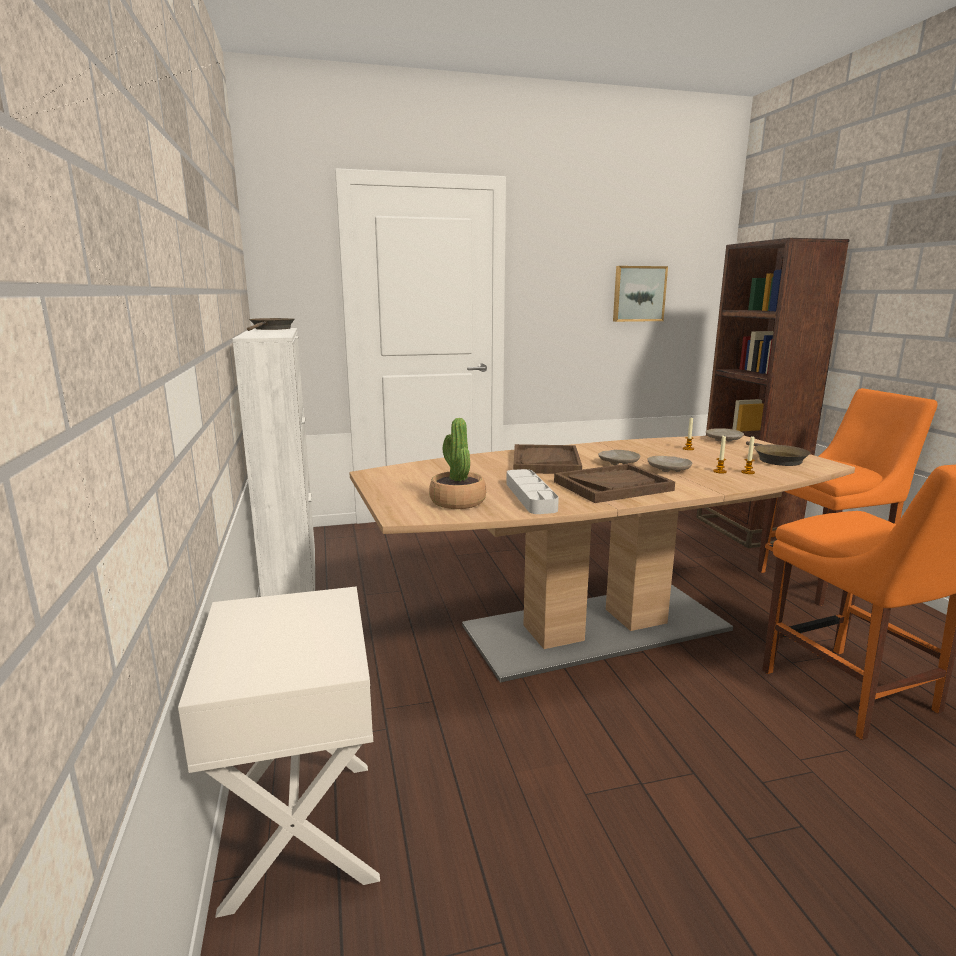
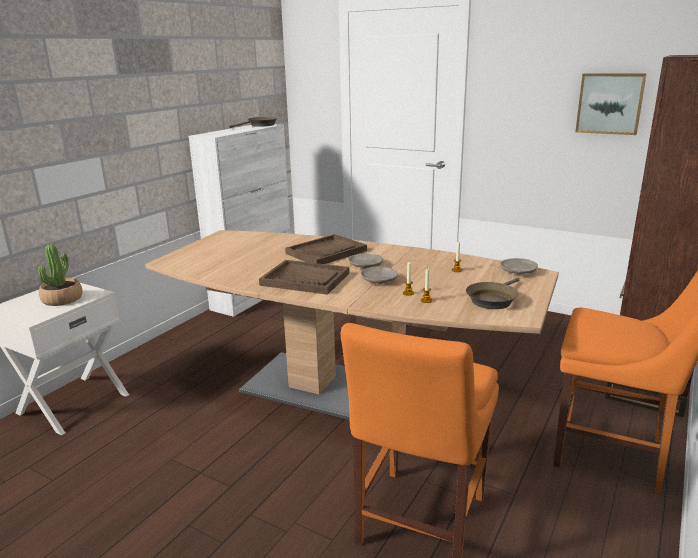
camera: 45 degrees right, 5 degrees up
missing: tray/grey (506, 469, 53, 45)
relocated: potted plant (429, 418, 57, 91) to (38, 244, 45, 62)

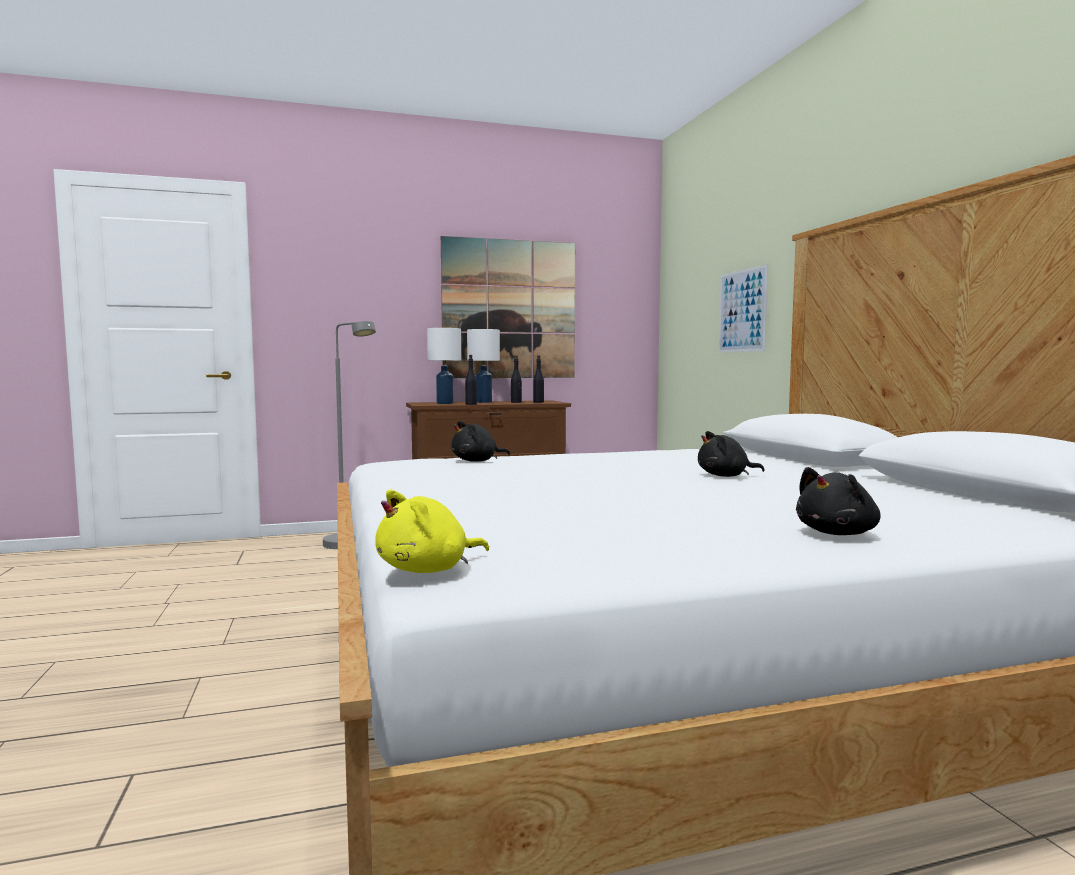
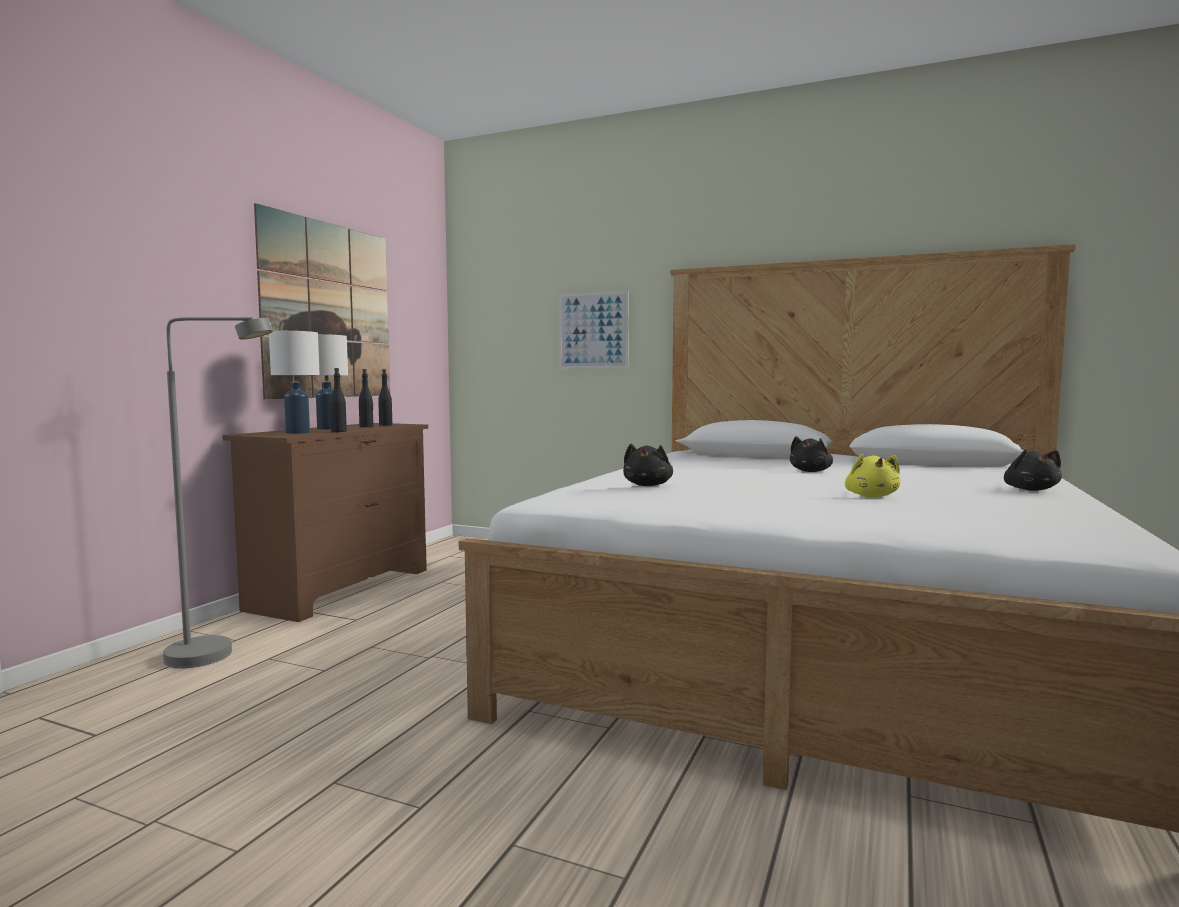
camera: 50 degrees left, 0 degrees up
relocated: plush toy/yellow (375, 489, 114, 84) to (845, 454, 55, 44)

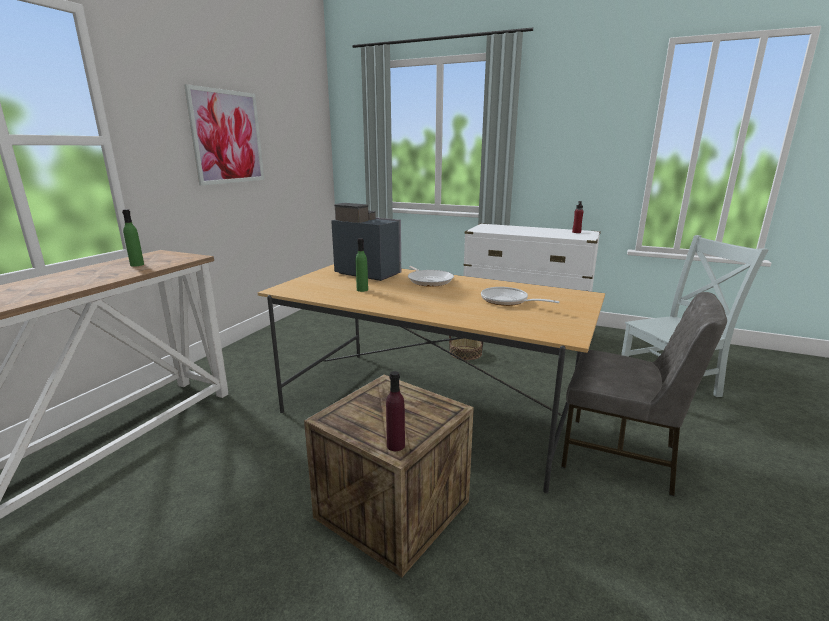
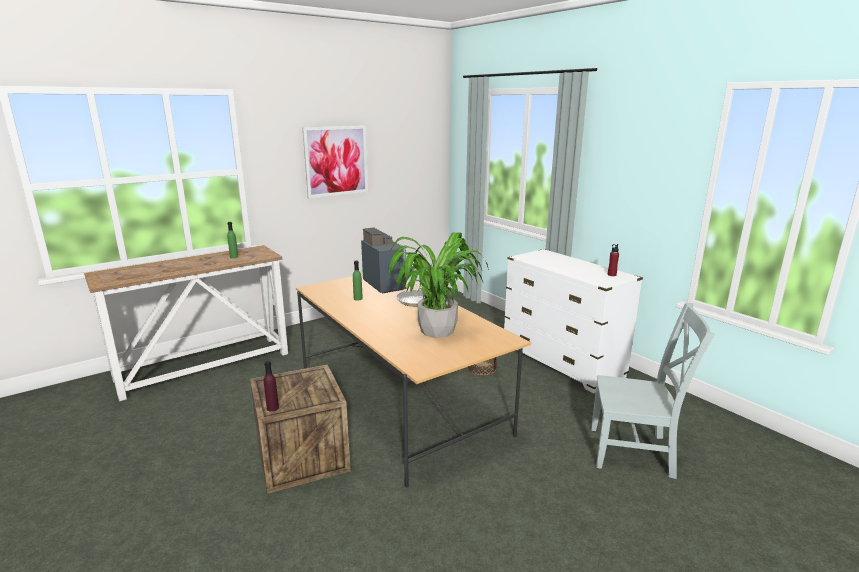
camera: 30 degrees right, 0 degrees up
missing: chair/grey (561, 292, 166, 204)
exchanged: frying pan (481, 287, 79, 19) to potted plant (389, 232, 100, 106)

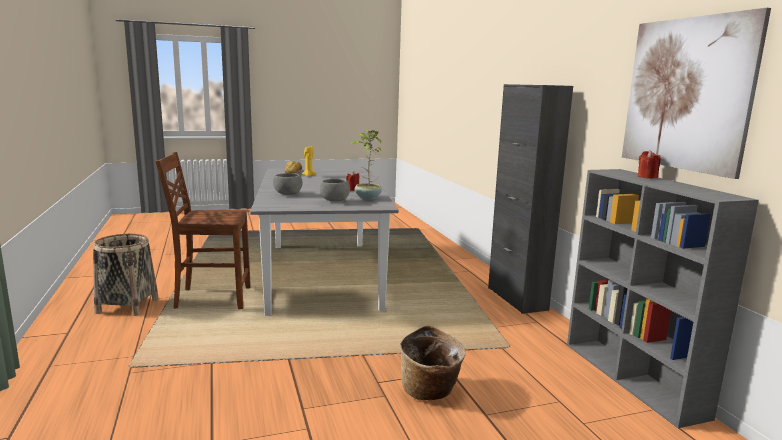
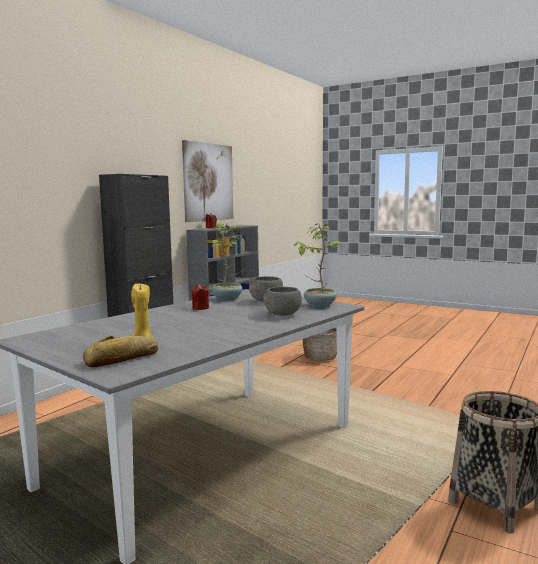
camera: 130 degrees left, 5 degrees down
missing: chair/brown (156, 152, 95, 157)
appeared: potted plant (294, 224, 47, 83)

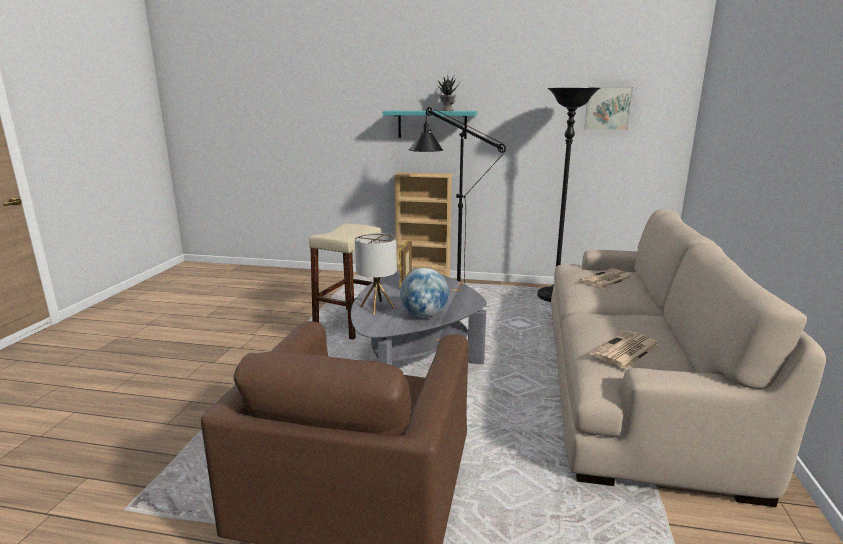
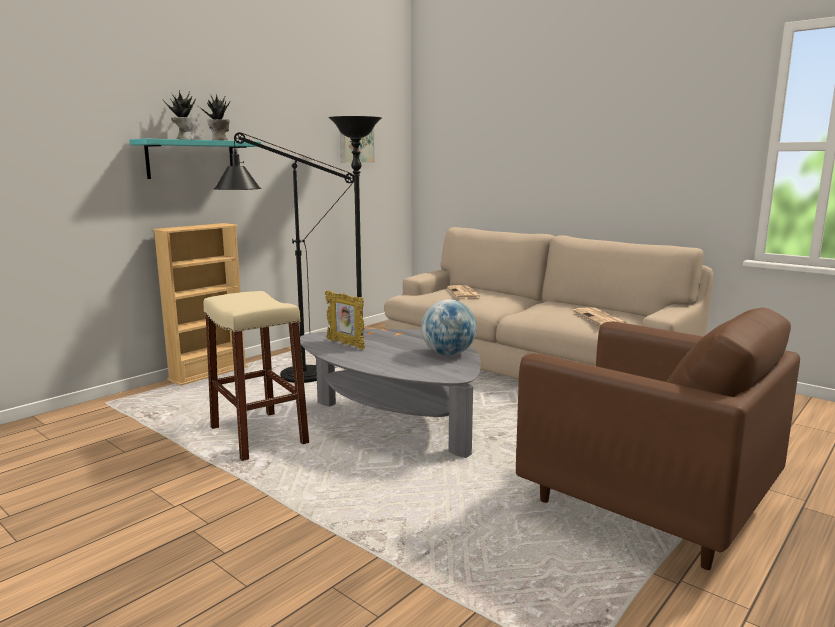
camera: 60 degrees left, 5 degrees down
missing: table lamp (355, 233, 42, 82)
appeared: potted plant (163, 90, 33, 50)

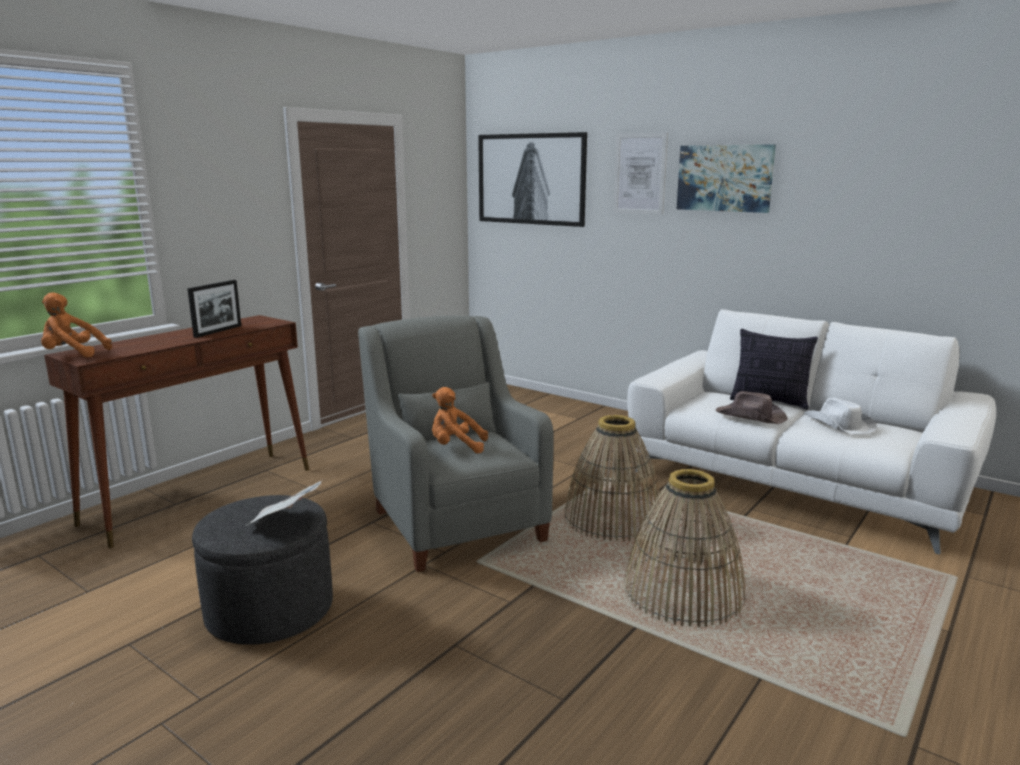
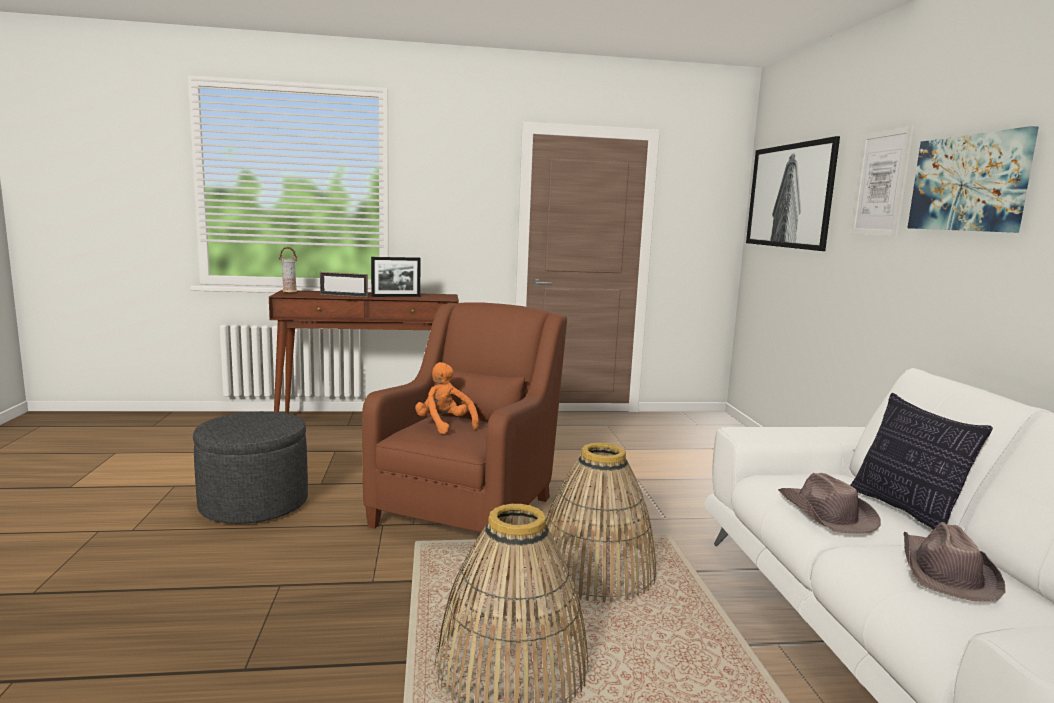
camera: 45 degrees right, 5 degrees down
missing: newspaper (245, 480, 77, 46)
appeared: picture frame (320, 272, 48, 25)
exchanged: plush toy/orange (41, 292, 71, 65) to vase (279, 247, 18, 45)
colour: armchair/grey (358, 315, 196, 257) to armchair/brown (362, 302, 205, 250); hat/white (804, 398, 73, 37) to hat/brown (904, 522, 102, 80)

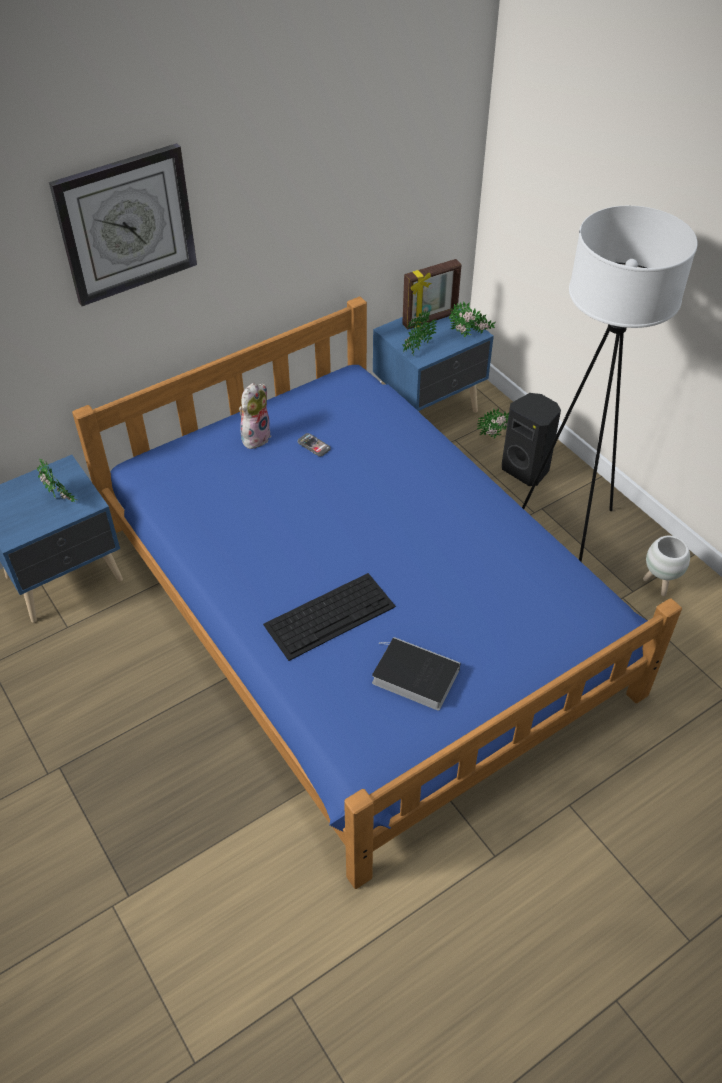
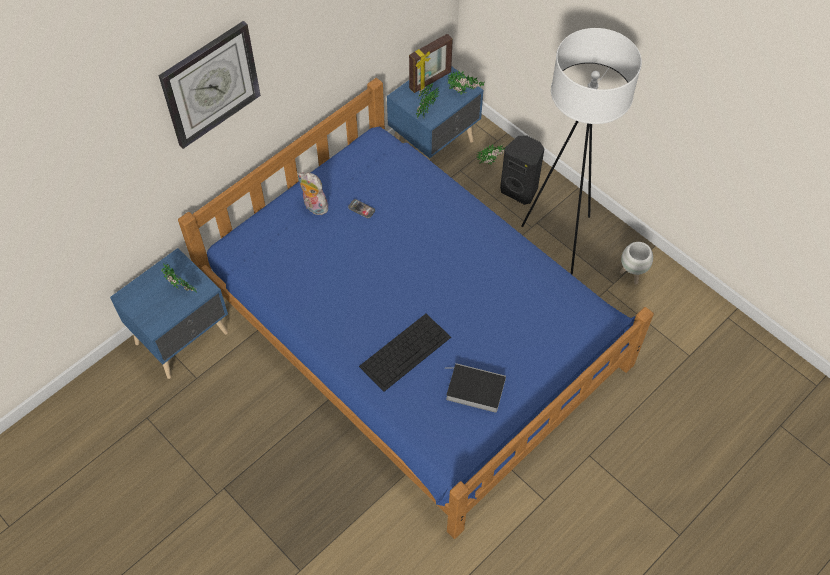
camera: 10 degrees left, 10 degrees up
spun: plush toy (239, 383, 32, 66) = (298, 172, 30, 43) 75 degrees counterclockwise

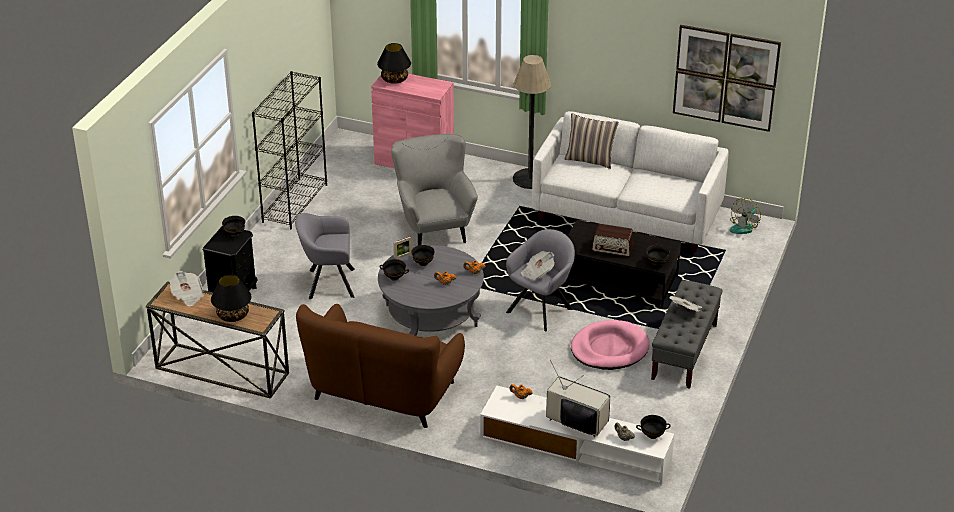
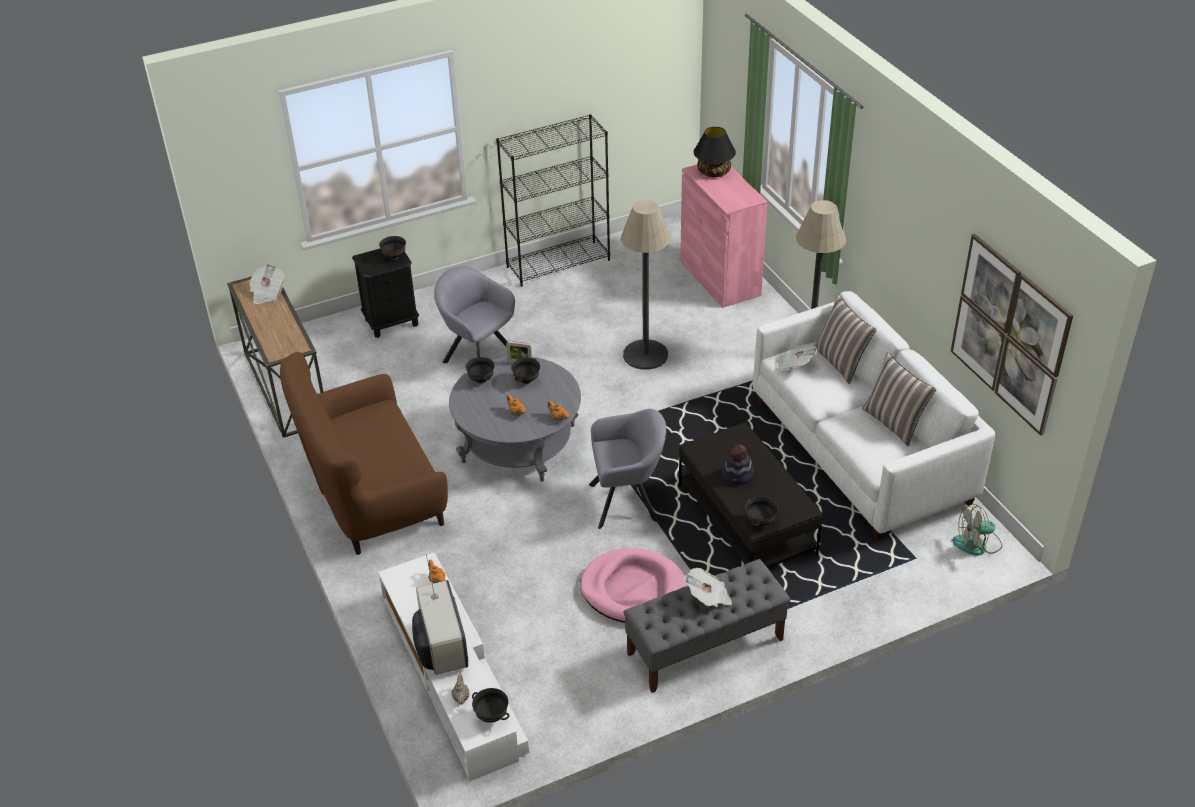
camera: 45 degrees right, 5 degrees up
missing: table lamp/black (211, 275, 41, 47)
appeared: pillow (862, 352, 74, 95)
relocated: newspaper (521, 251, 34, 30) to (776, 343, 42, 27)
exchanged: armchair/grey (391, 134, 87, 112) to floor lamp (621, 200, 49, 170); radio (592, 224, 42, 32) to hat (722, 444, 32, 41)

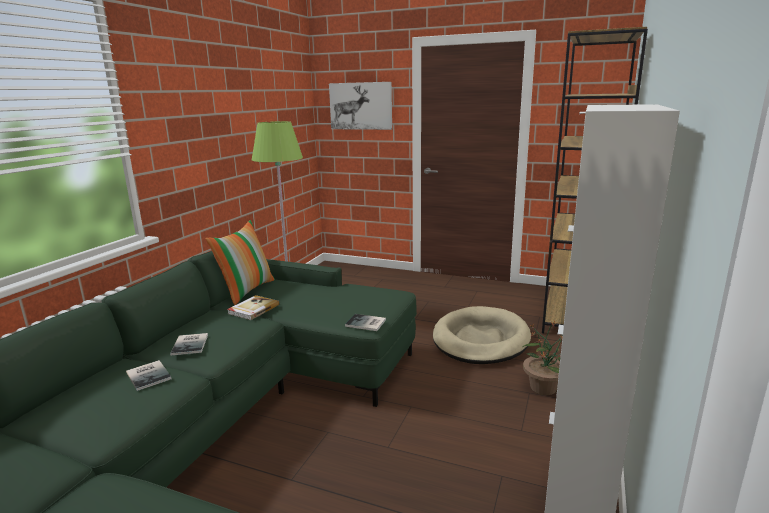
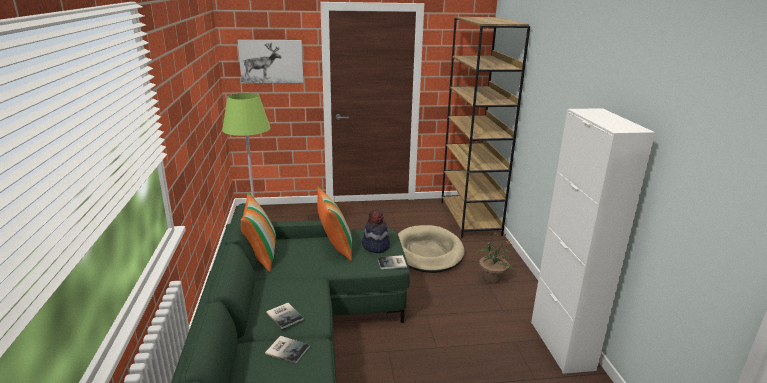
camera: 30 degrees left, 5 degrees up
missing: book (227, 295, 52, 25)
appeared: pillow (317, 187, 35, 74); hat (362, 209, 28, 44)

